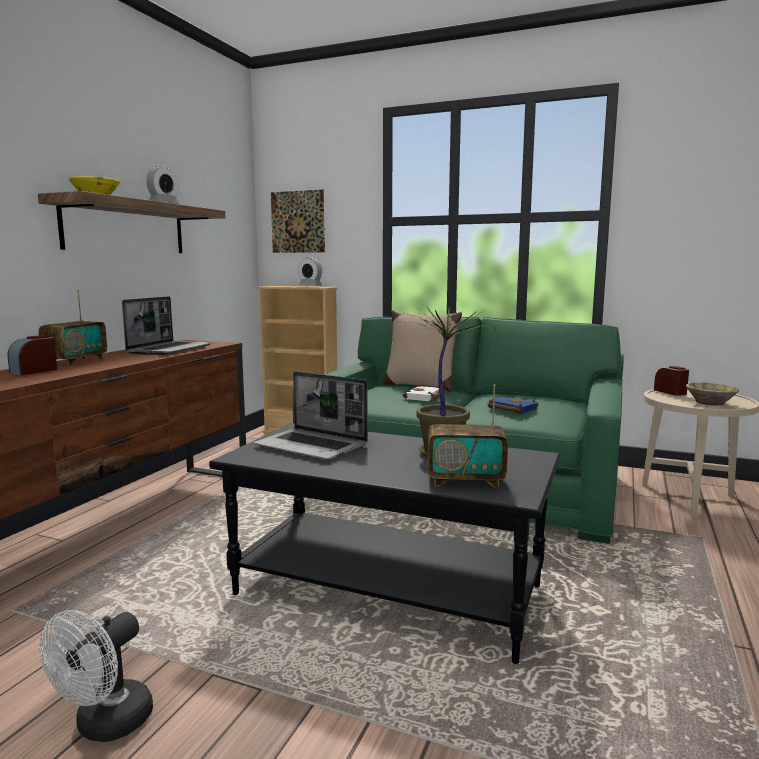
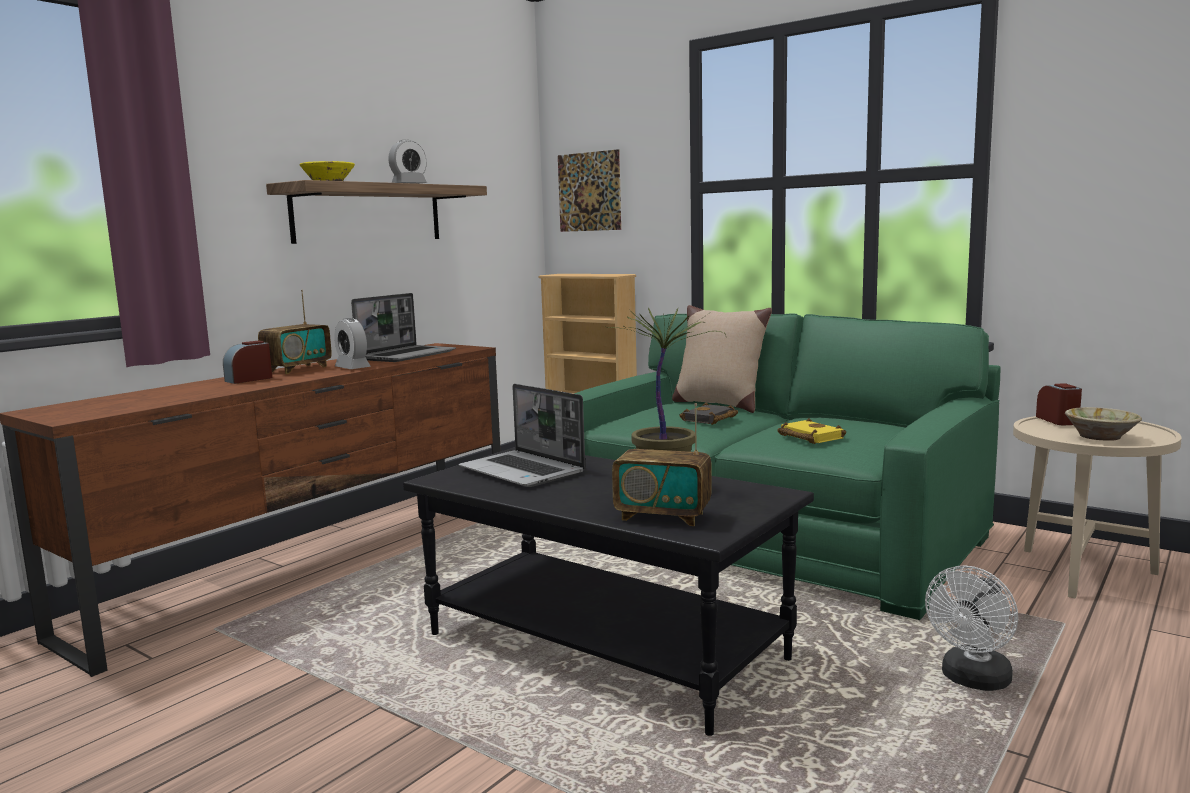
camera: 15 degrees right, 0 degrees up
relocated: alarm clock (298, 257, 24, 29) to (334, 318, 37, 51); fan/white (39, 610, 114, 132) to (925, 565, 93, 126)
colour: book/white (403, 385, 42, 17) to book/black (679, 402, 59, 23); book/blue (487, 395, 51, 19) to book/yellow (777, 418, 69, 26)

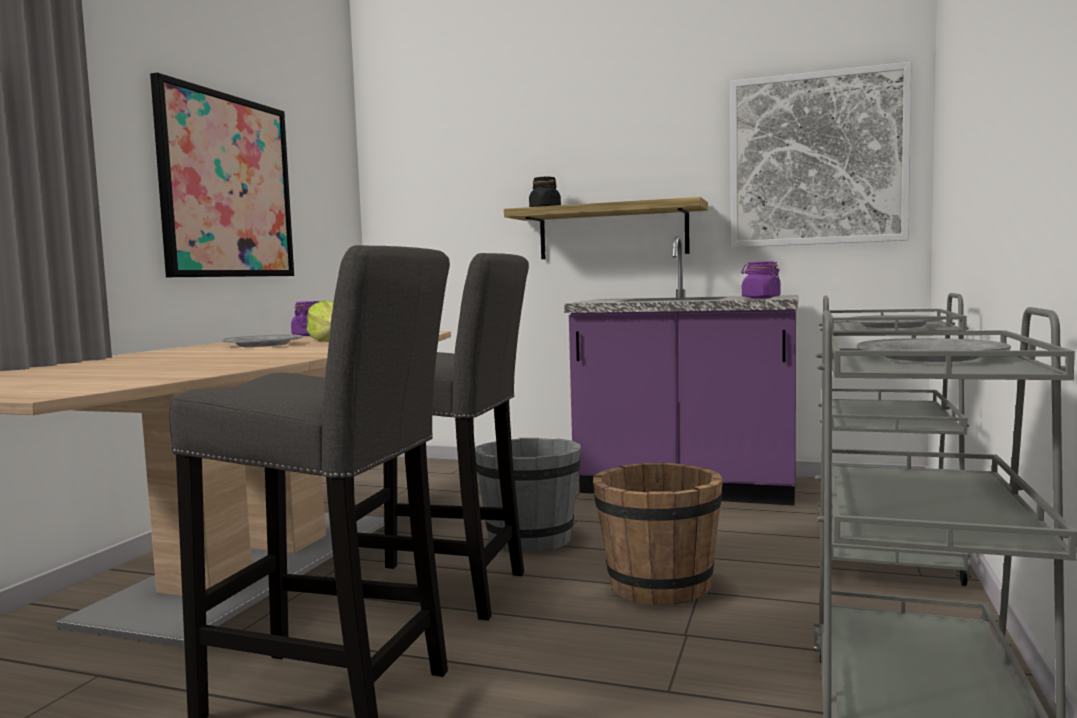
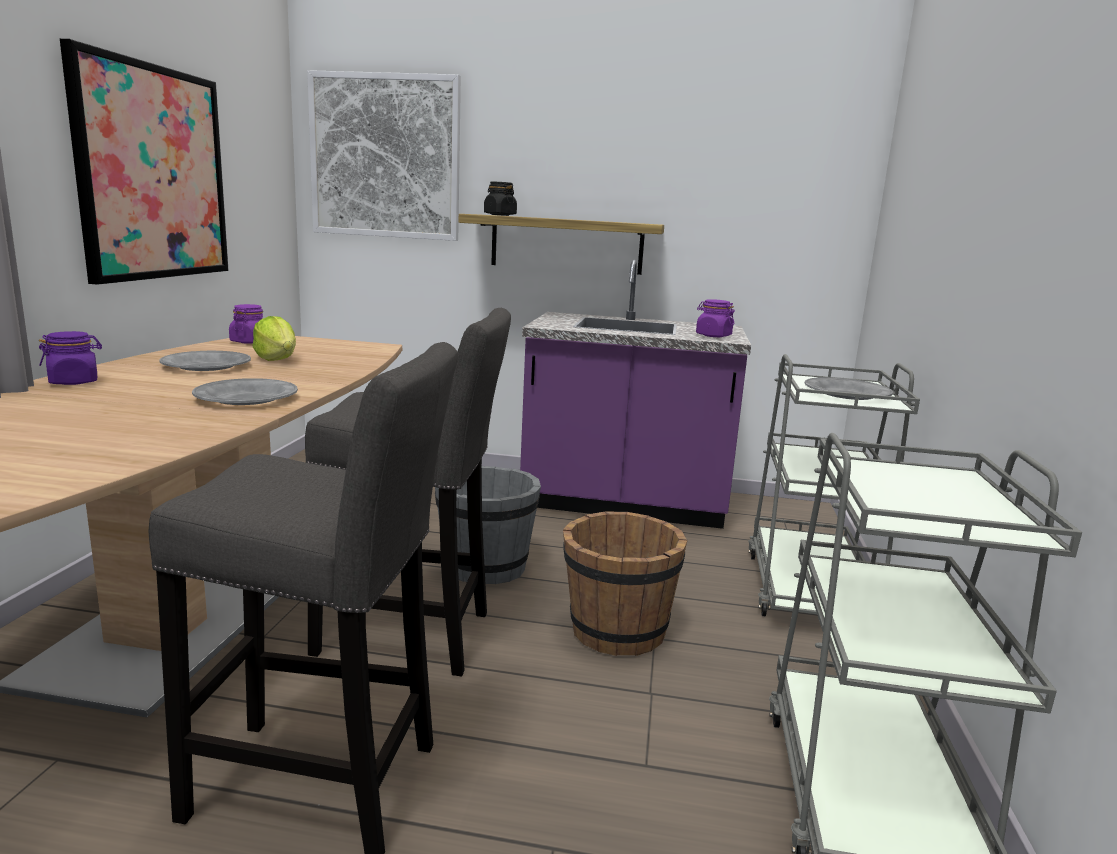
camera: 10 degrees left, 10 degrees up
appeared: jar/purple (39, 331, 63, 54)
relocated: plate/grey (857, 338, 154, 24) to (192, 378, 106, 27); picture (730, 62, 181, 185) to (307, 70, 154, 171)

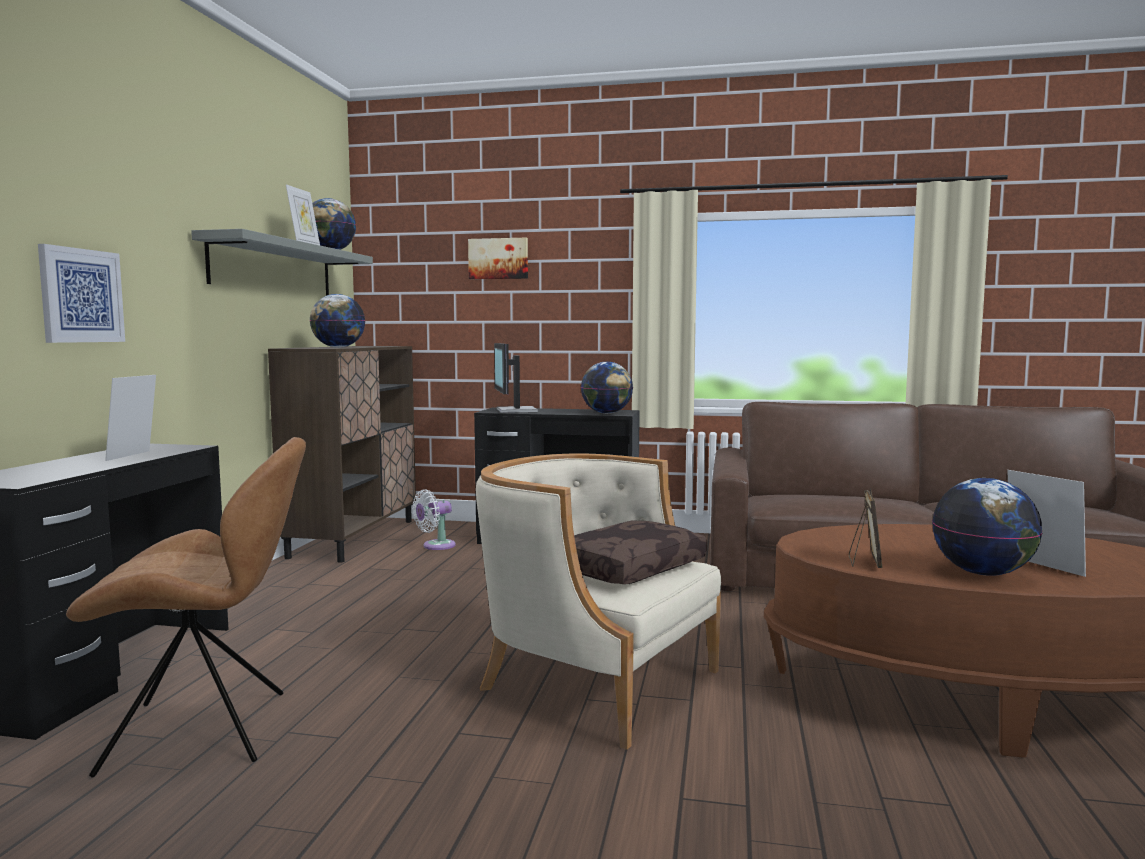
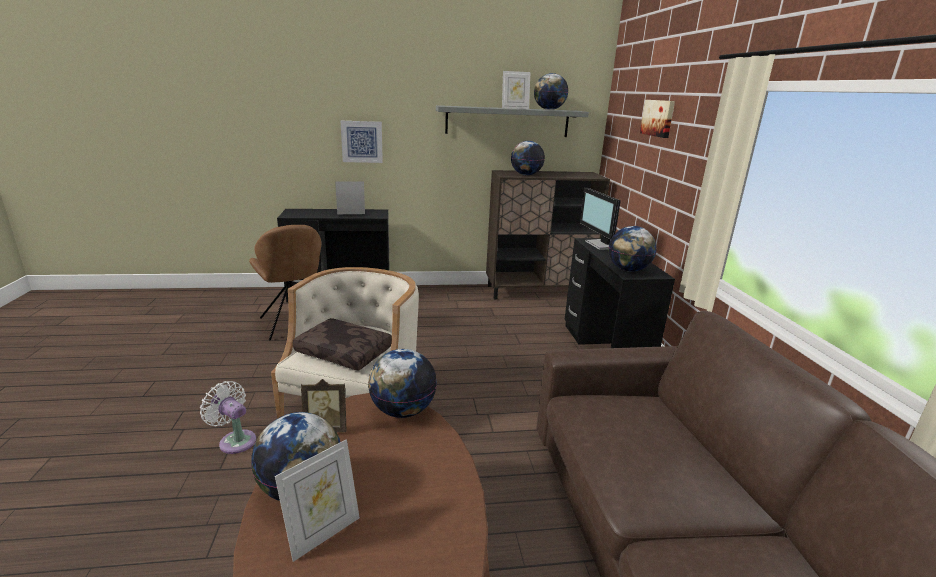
camera: 70 degrees right, 15 degrees up
appeared: globe (368, 349, 69, 69)
relocated: fan/white (413, 489, 43, 61) to (200, 381, 56, 73)
spun: monitor (494, 343, 44, 70) = (580, 188, 41, 62) 75 degrees counterclockwise

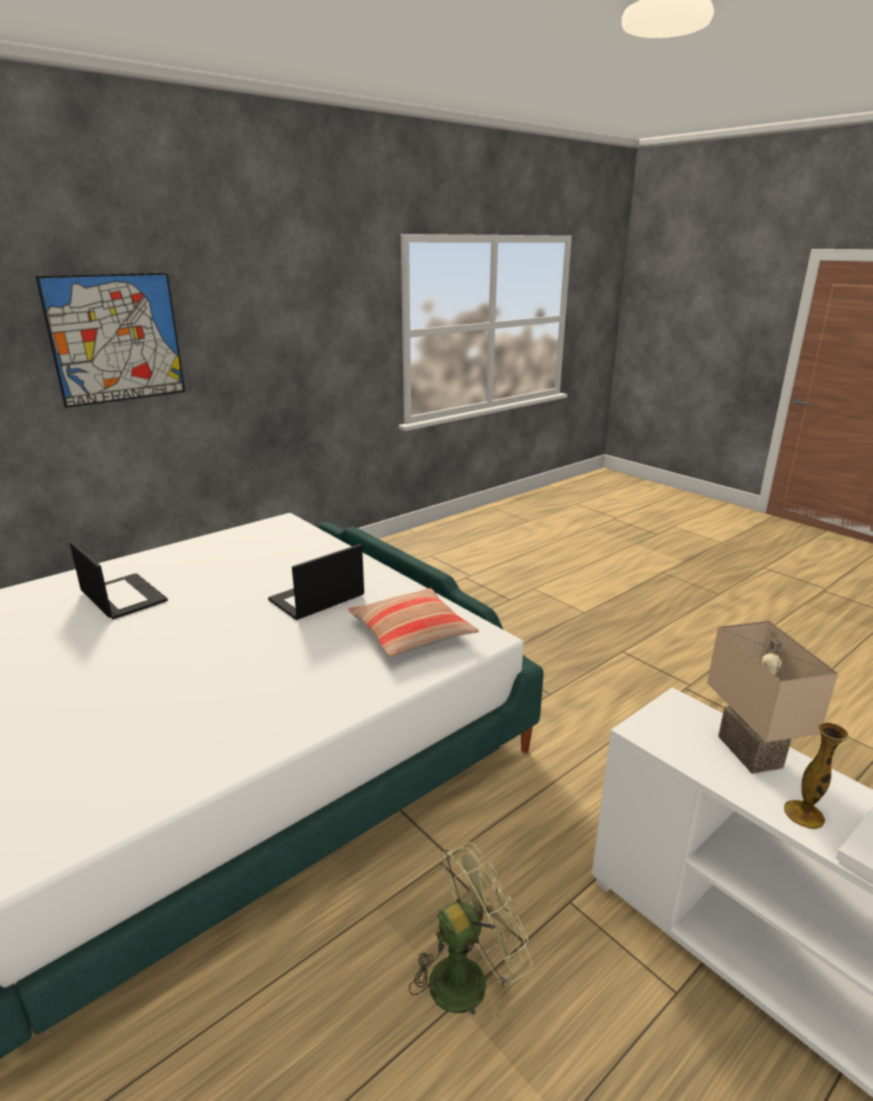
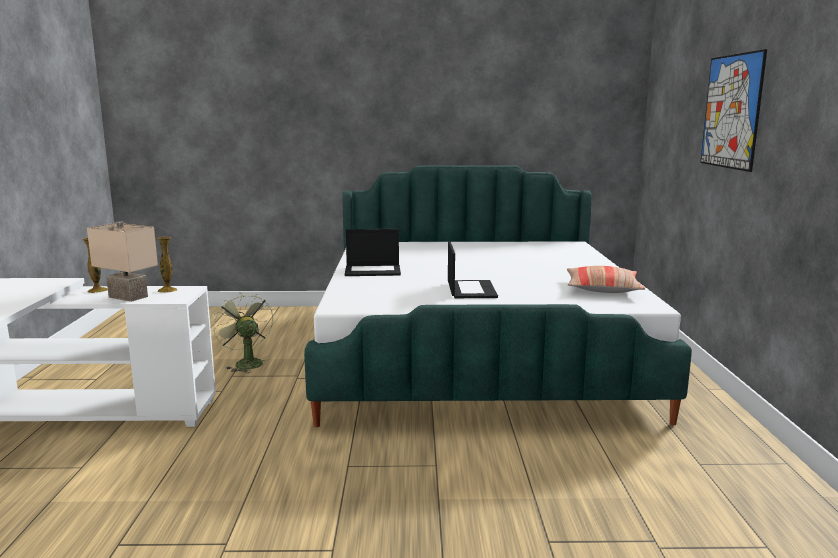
camera: 130 degrees right, 10 degrees down
appeared: vase (158, 237, 19, 56)
relocated: laptop (69, 541, 99, 78) to (345, 229, 56, 47); pillow (348, 588, 131, 69) to (567, 266, 78, 27)
spun: fan/green (409, 842, 124, 181) = (212, 292, 61, 81) 135 degrees clockwise

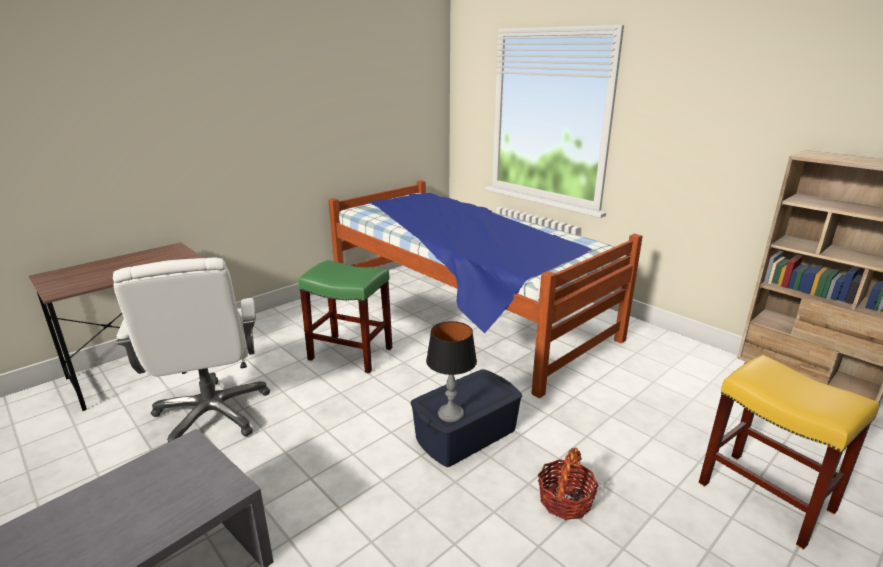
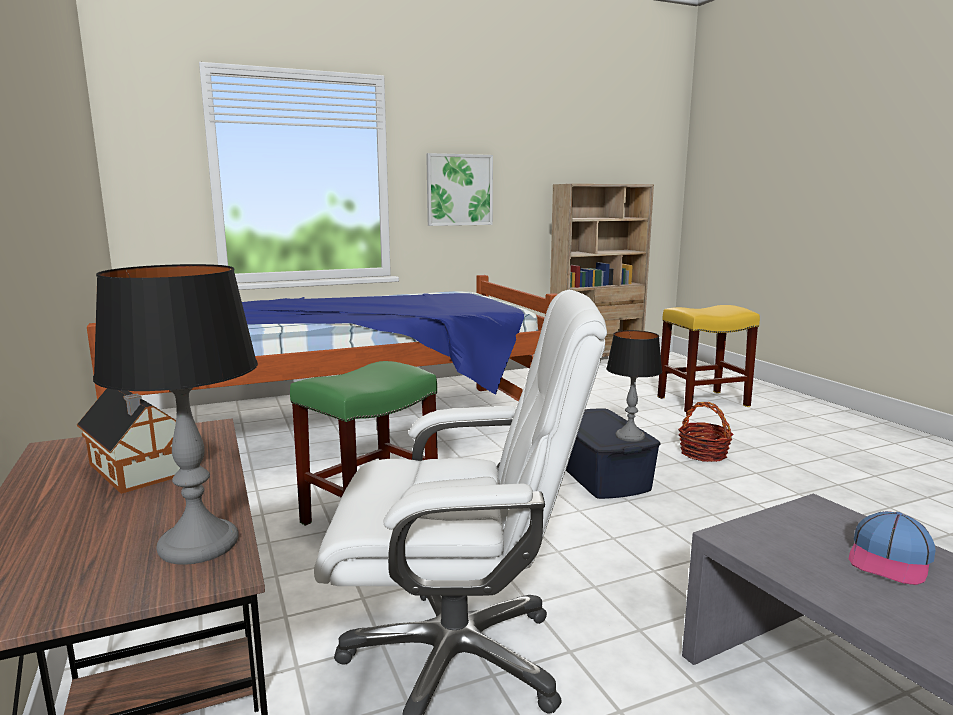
camera: 70 degrees left, 10 degrees down
appeared: toy house (77, 388, 103, 106); table lamp (93, 264, 165, 301); picture (426, 153, 67, 73); cap (849, 511, 87, 74)

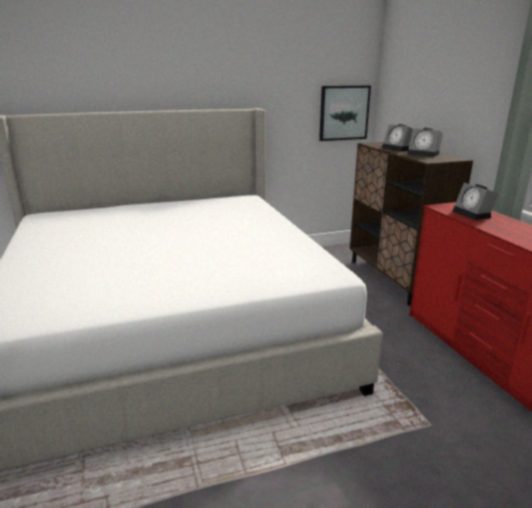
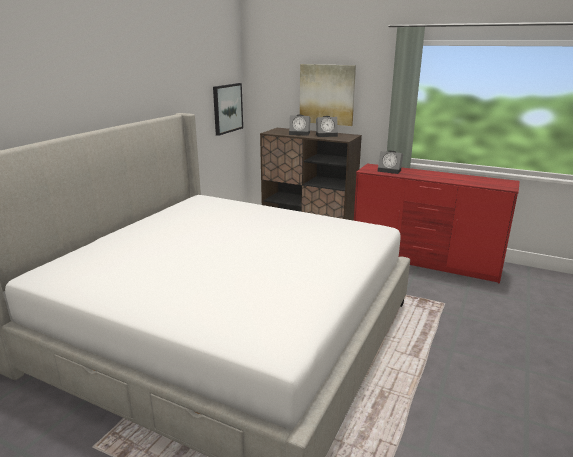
camera: 45 degrees left, 0 degrees up
appeared: picture (300, 64, 56, 62)

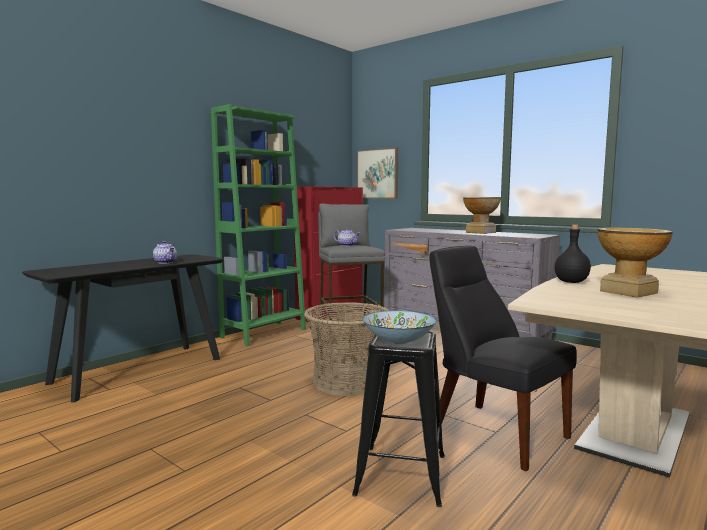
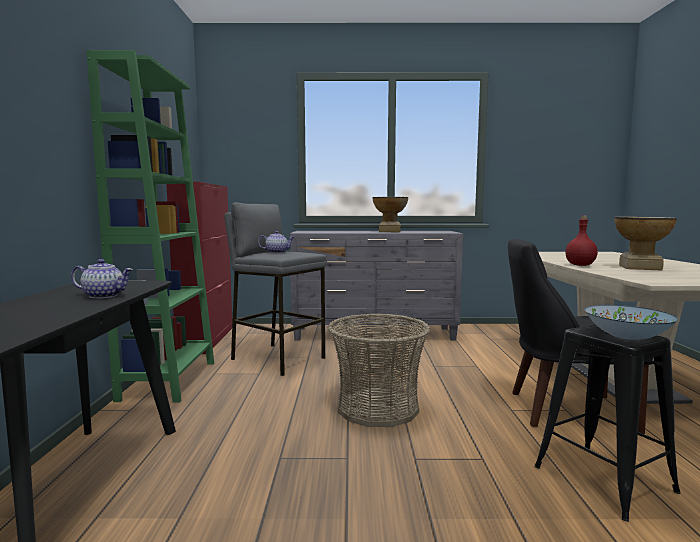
camera: 40 degrees left, 0 degrees up
missing: picture (357, 147, 41, 52)
colour: bottle/black (554, 224, 37, 59) to bottle/red (565, 215, 33, 51)

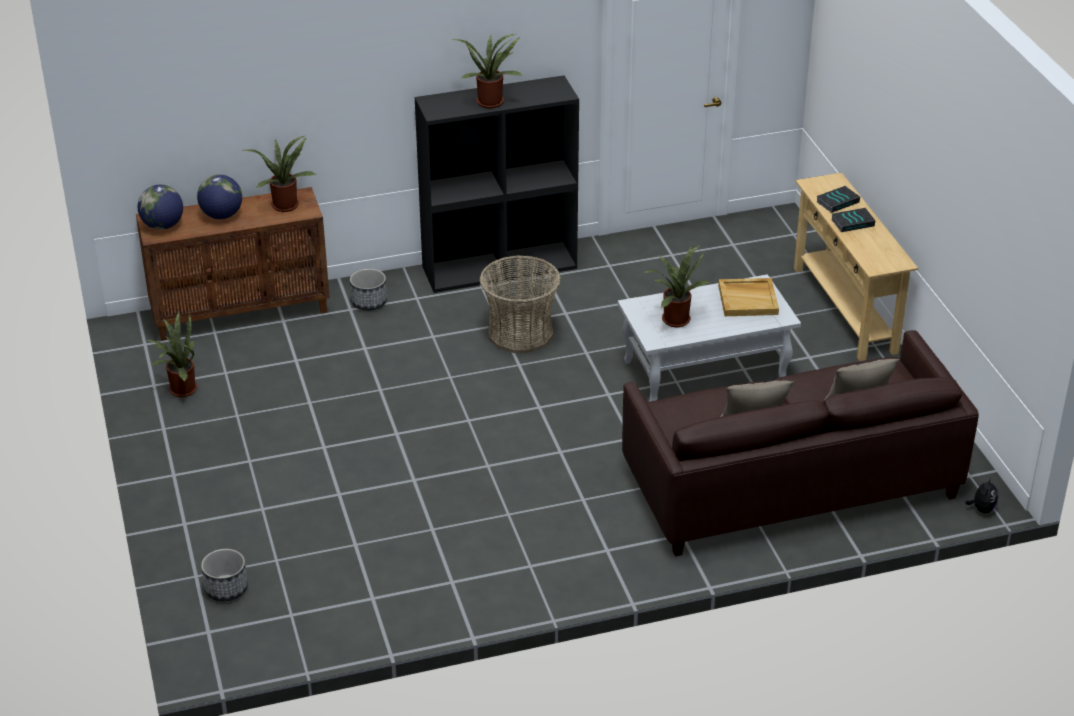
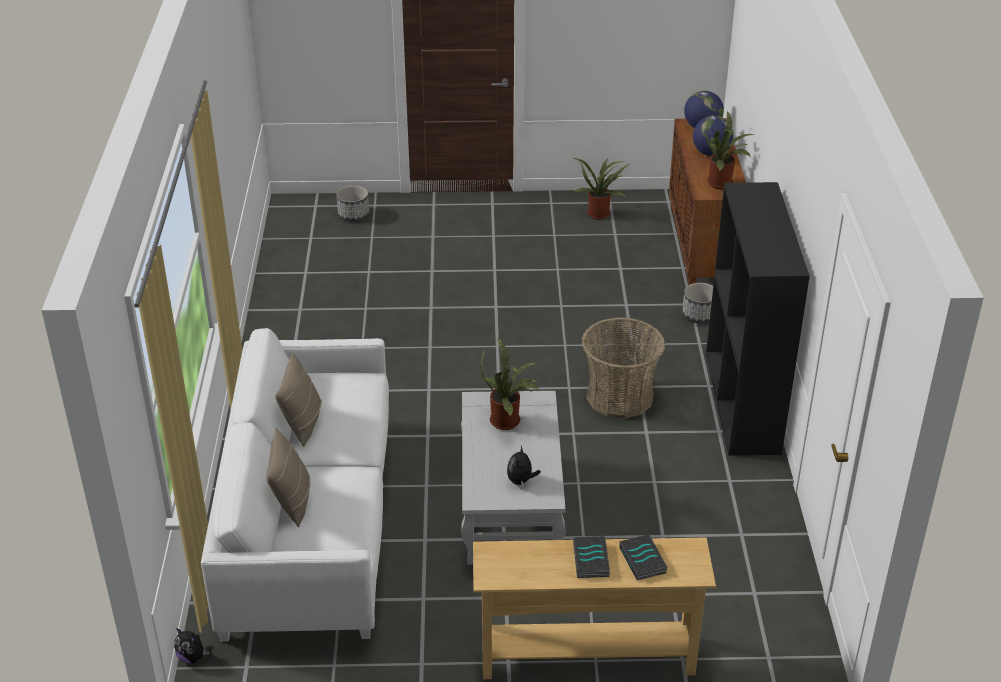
camera: 105 degrees right, 0 degrees up
missing: potted plant (453, 34, 69, 74)
exchanged: tray/beige (718, 278, 61, 38) to plush toy (507, 446, 34, 40)
colour: sofa/brown (622, 330, 357, 226) to sofa/white (201, 328, 188, 314)

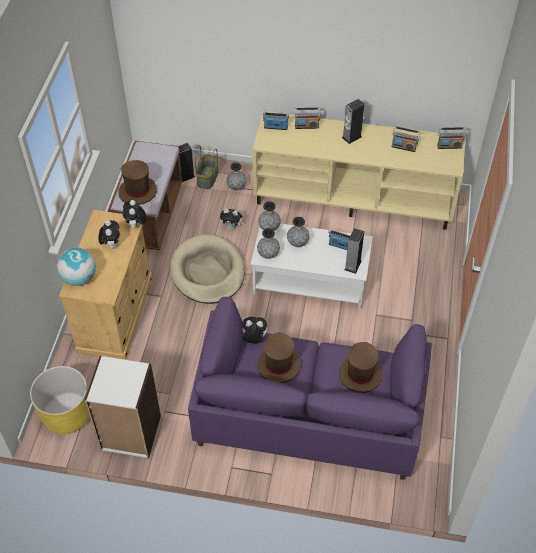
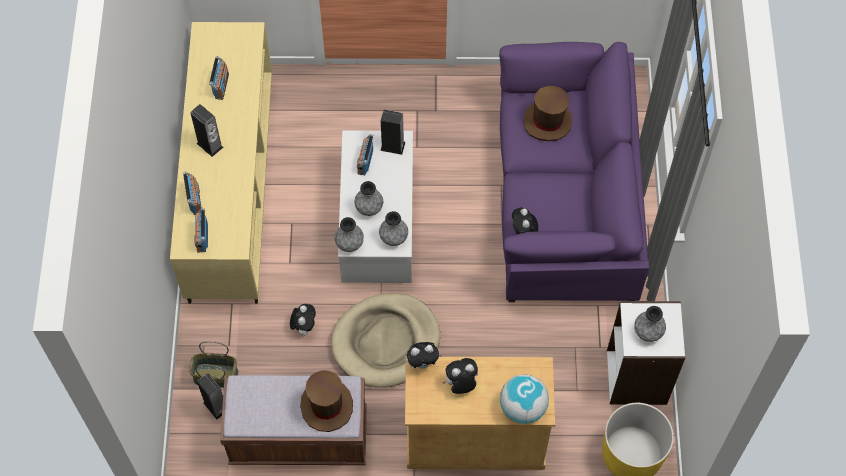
camera: 100 degrees left, 10 degrees up
missing: hat/brown (257, 332, 43, 51); radio (437, 127, 29, 22)
relocated: vase/grey (226, 162, 21, 28) to (634, 306, 32, 36)

